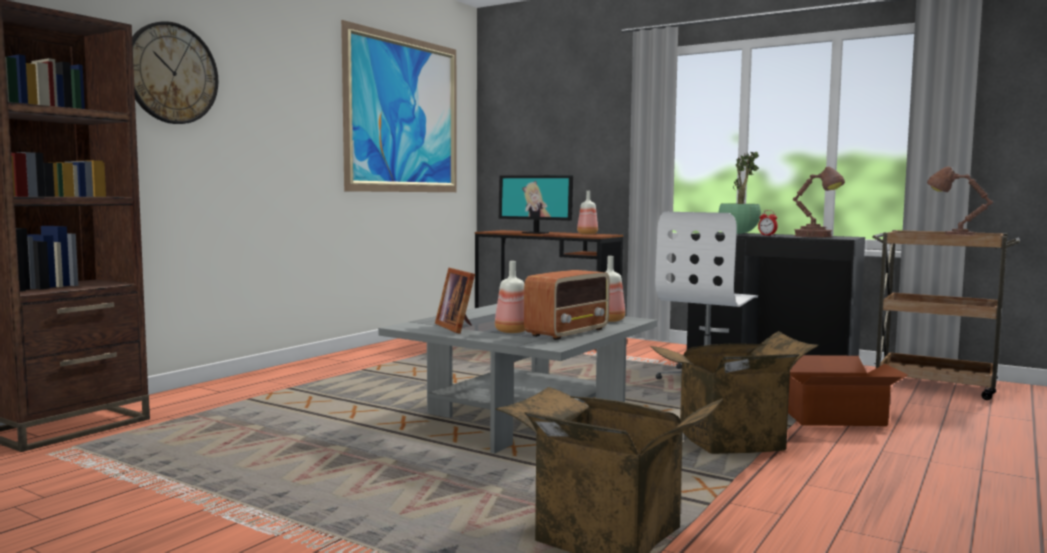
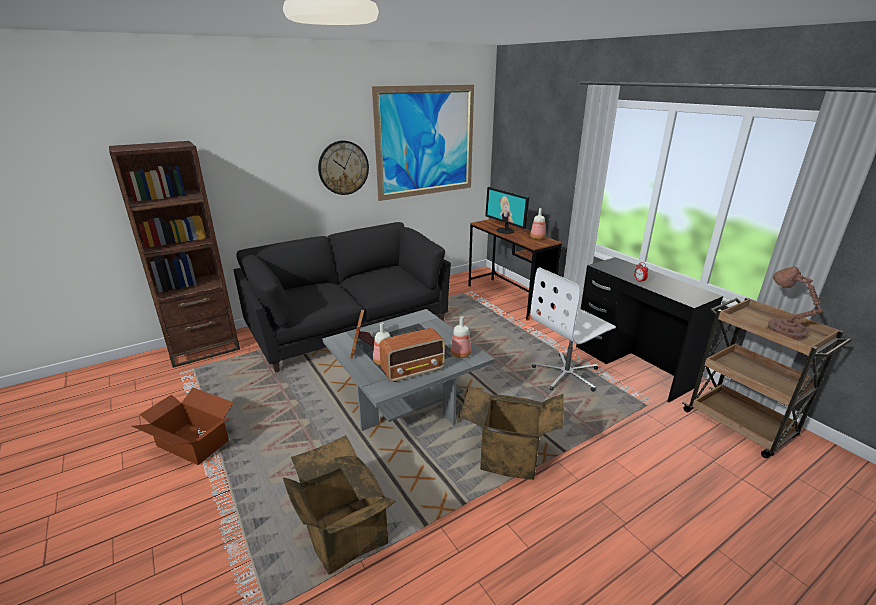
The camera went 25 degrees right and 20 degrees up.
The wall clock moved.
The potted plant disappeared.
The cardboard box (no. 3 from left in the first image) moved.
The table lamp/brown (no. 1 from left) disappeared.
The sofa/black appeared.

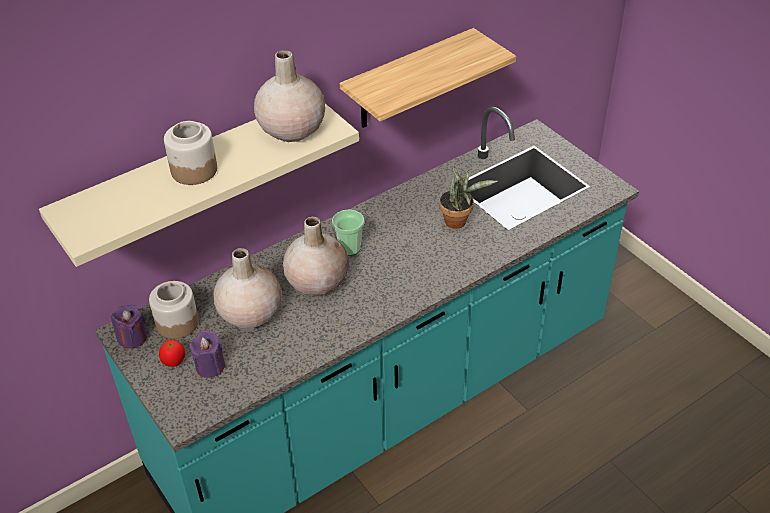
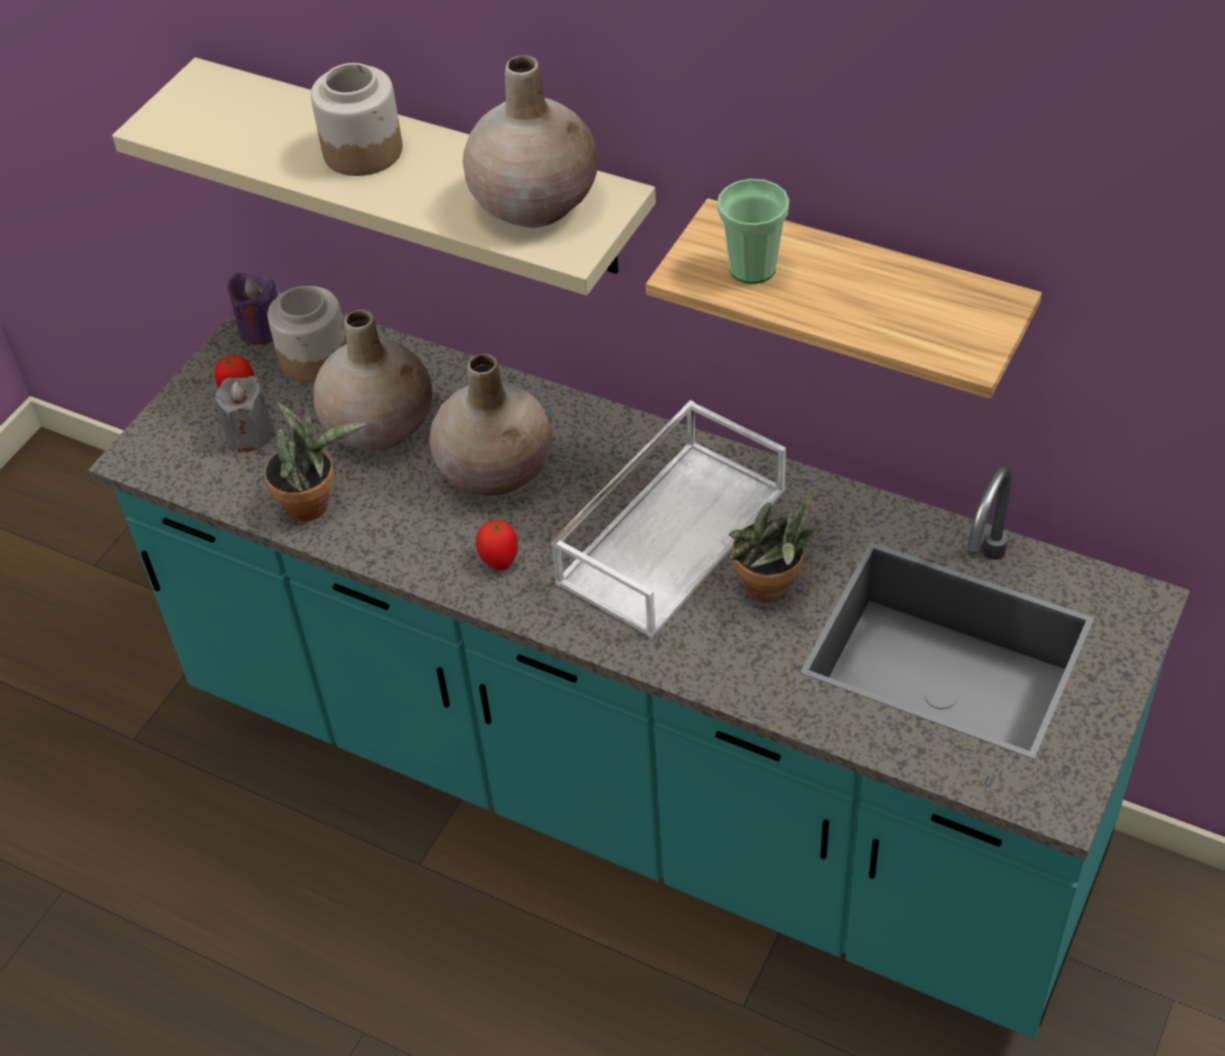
The camera went 65 degrees right and 5 degrees up.
The candle/purple (no. 2 from left) became the candle/grey.
The cup moved.
The potted plant (no. 1 from left) appeared.
The tomato (no. 2 from left) appeared.
The tray/white appeared.

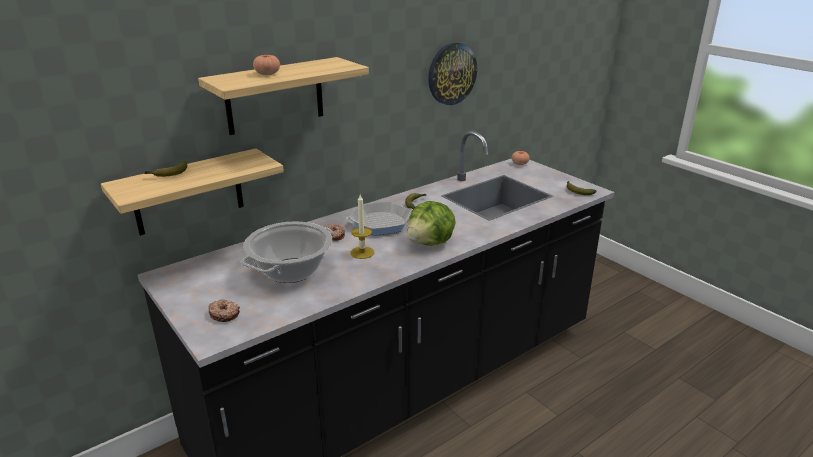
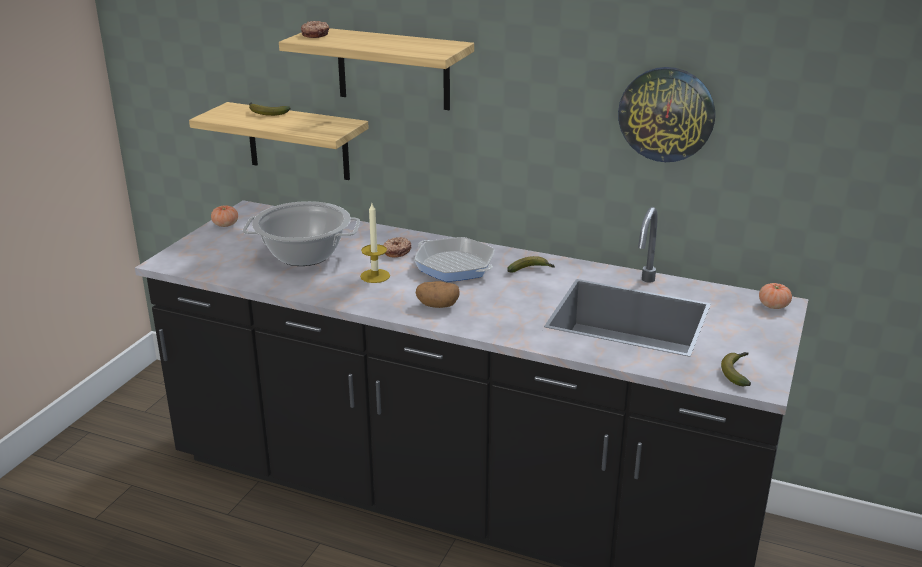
The camera went 60 degrees right and 0 degrees up.
The donut (no. 1 from left) moved.
The tomato (no. 1 from left) moved.
The lettuce was replaced by the potato.

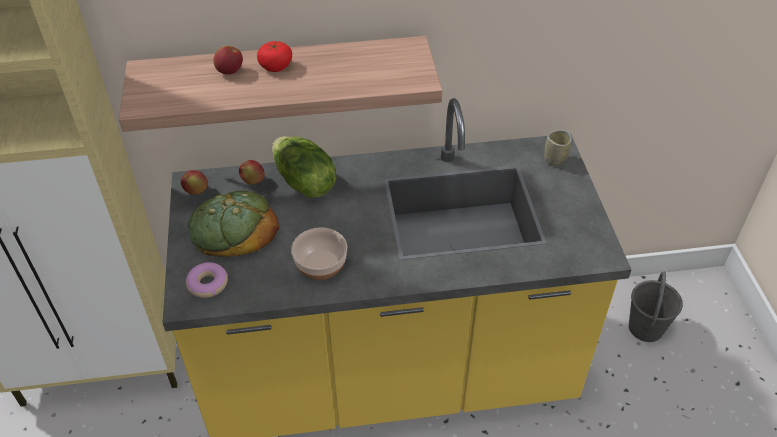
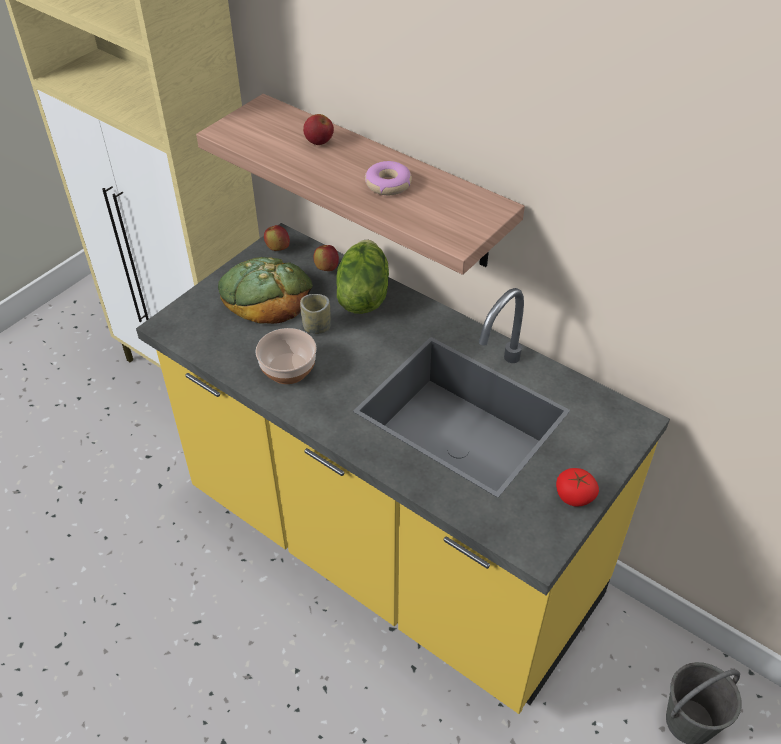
The camera went 45 degrees right and 0 degrees up.
The donut moved.
The tomato moved.
The cup moved.

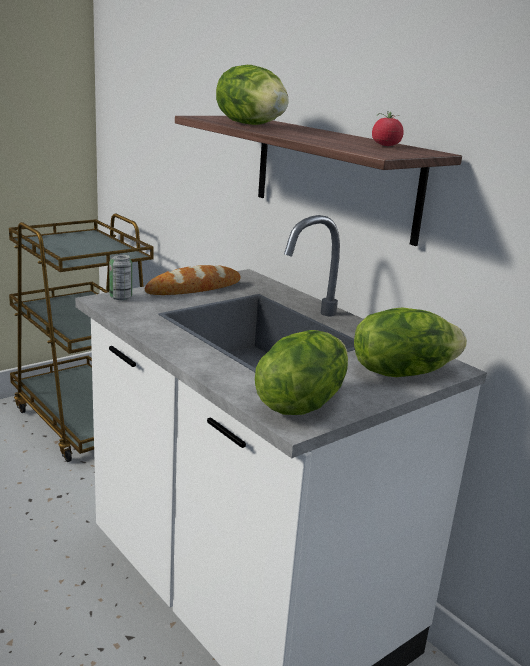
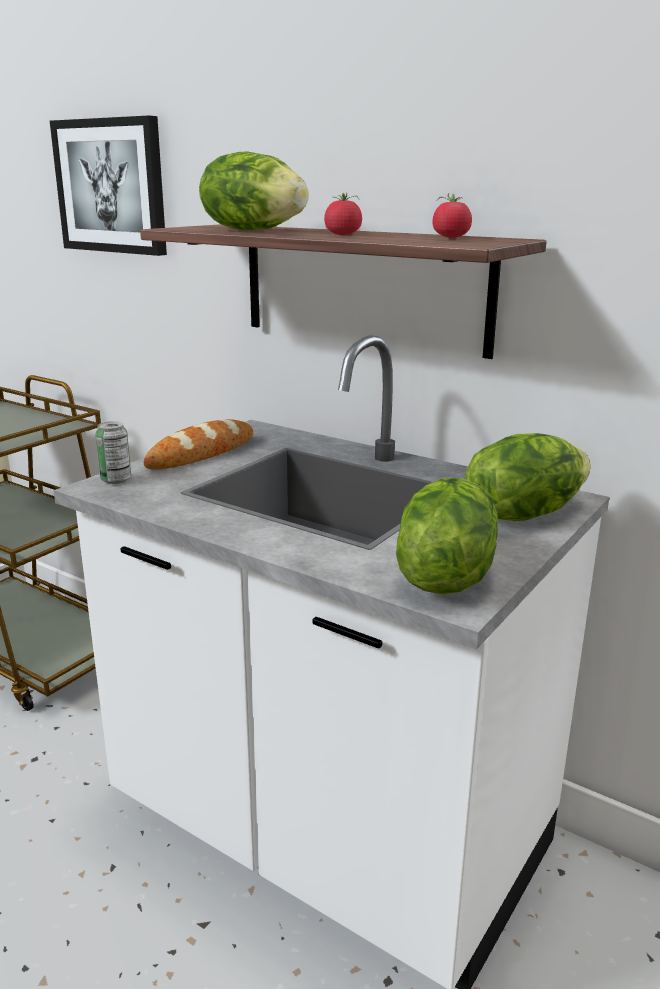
The camera went 15 degrees left and 0 degrees up.
The picture appeared.
The tomato (no. 1 from left) appeared.

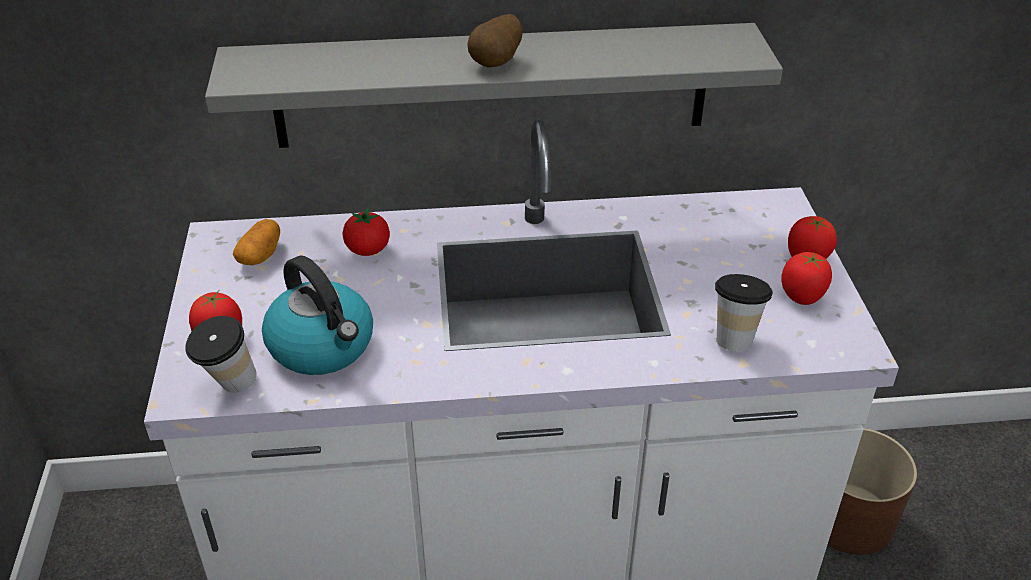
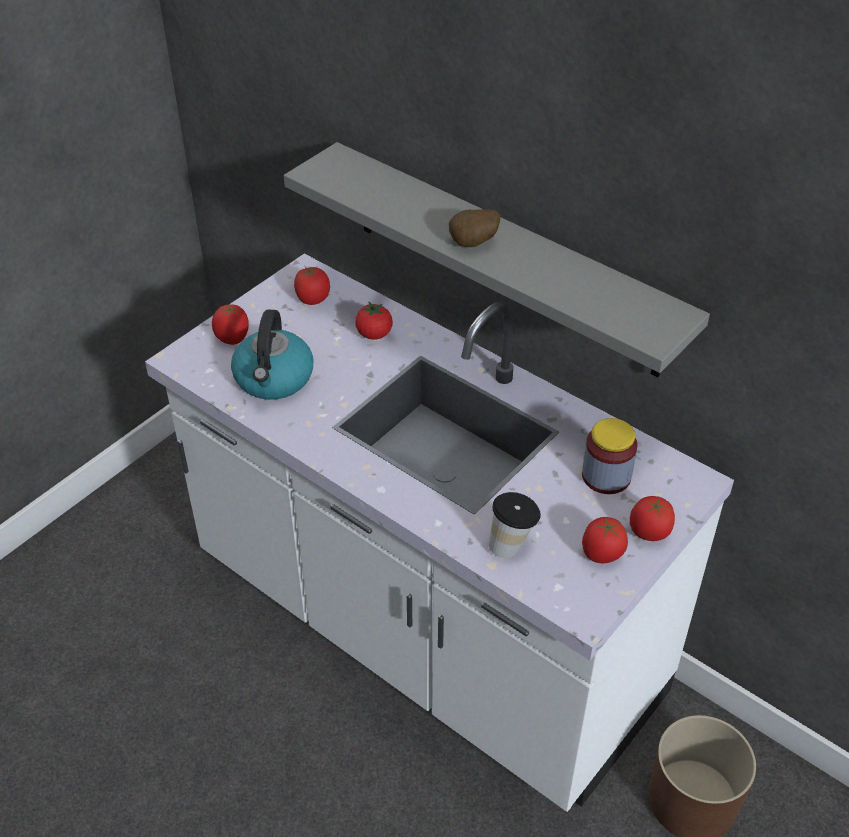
The camera went 45 degrees right and 5 degrees up.
The cup (no. 1 from left) disappeared.
The potato (no. 1 from left) was replaced by the tomato (no. 2 from left).
The jar appeared.

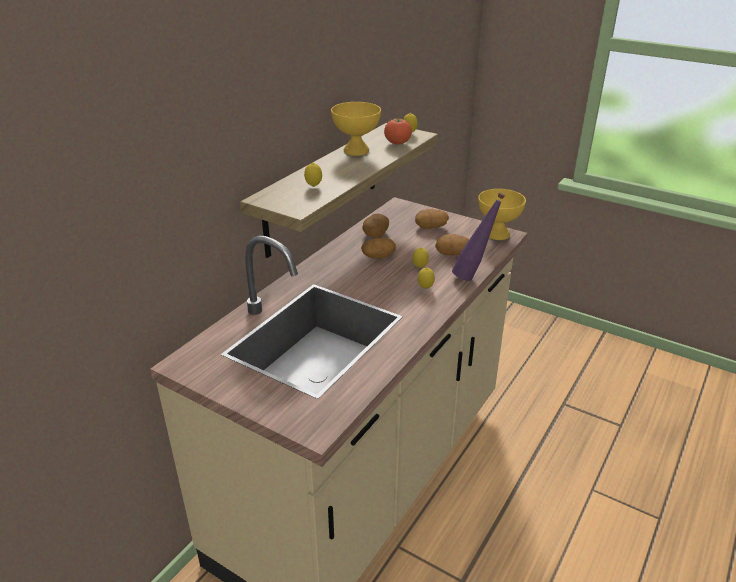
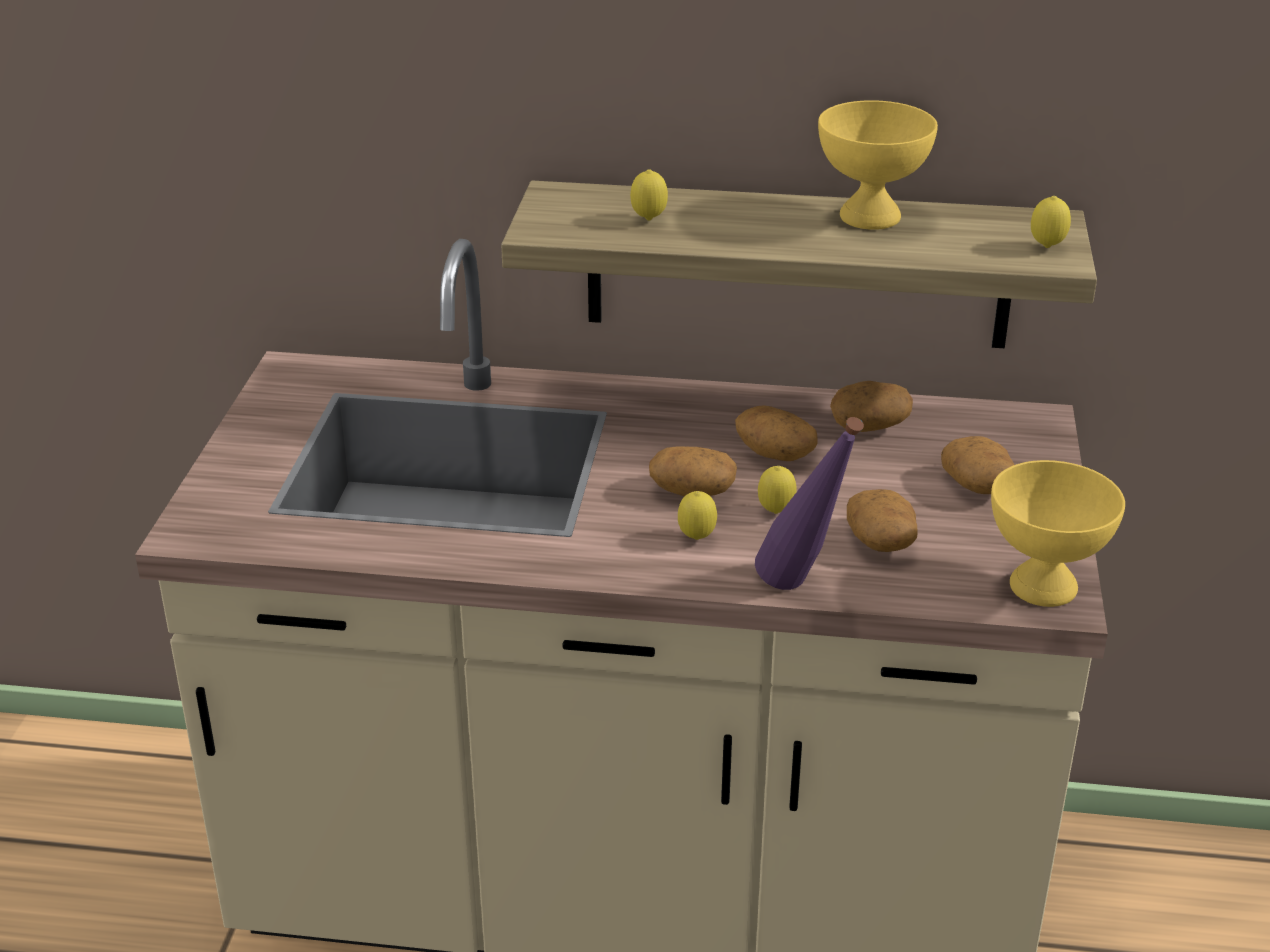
The camera went 65 degrees right and 0 degrees up.
The tomato disappeared.
The potato (no. 1 from left) appeared.

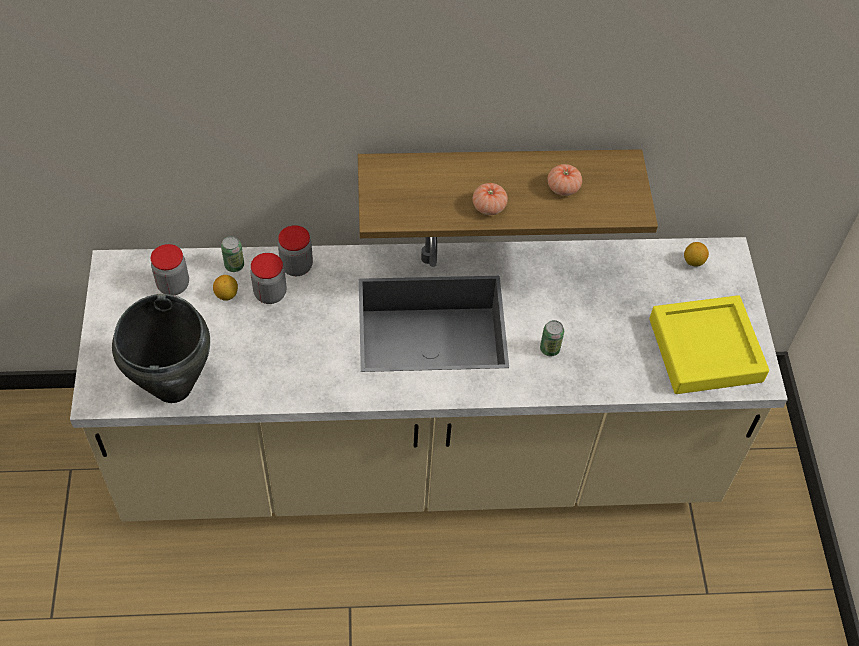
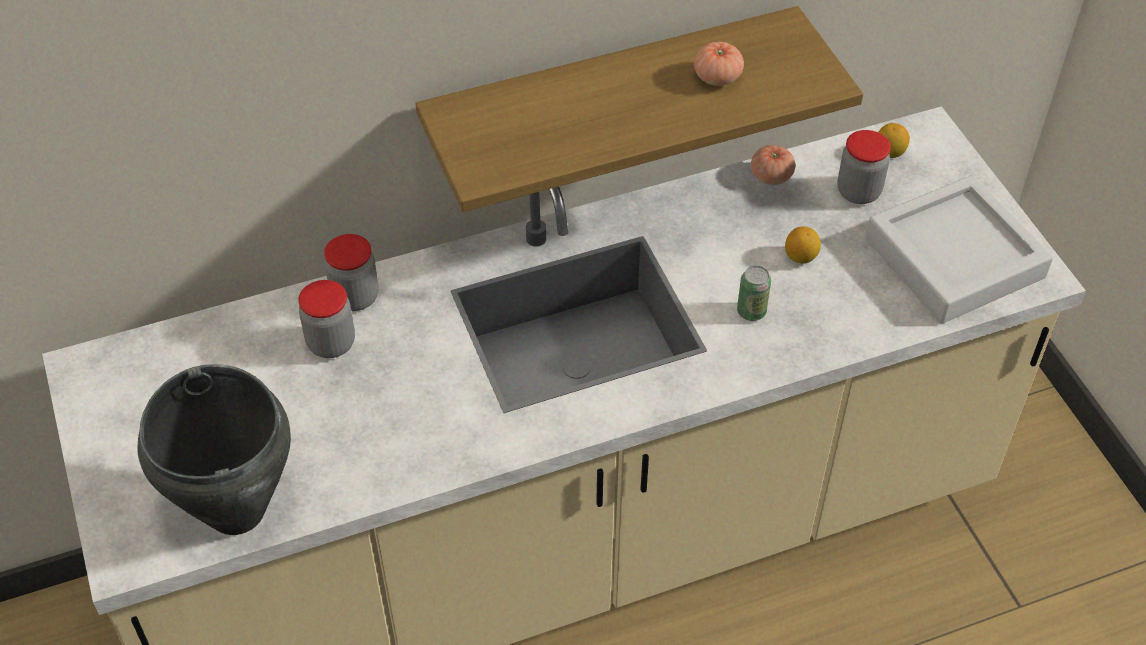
The camera went 15 degrees left and 5 degrees down.
The jar (no. 1 from left in the first image) moved.
The lemon (no. 1 from left) moved.
The can (no. 1 from left) disappeared.
The tomato (no. 1 from left in the first image) moved.
The tray/yellow became the tray/grey.

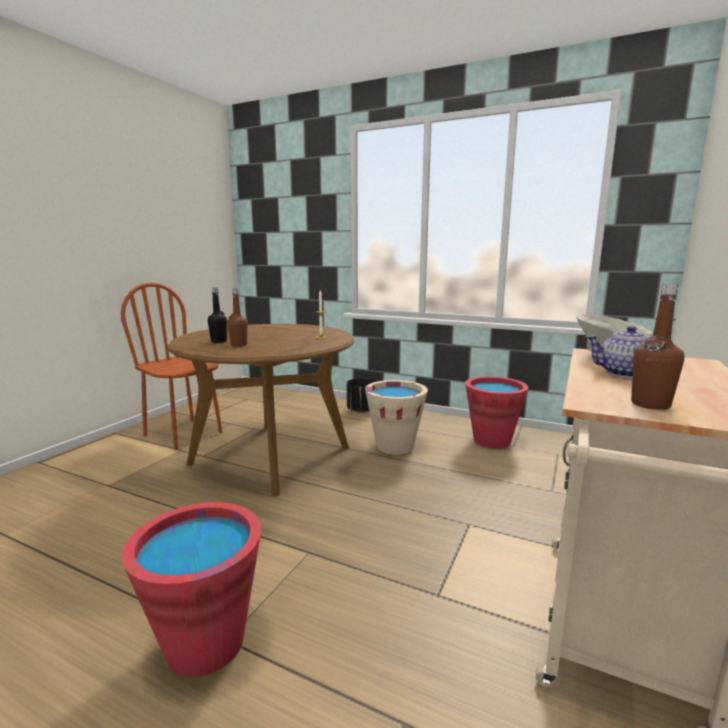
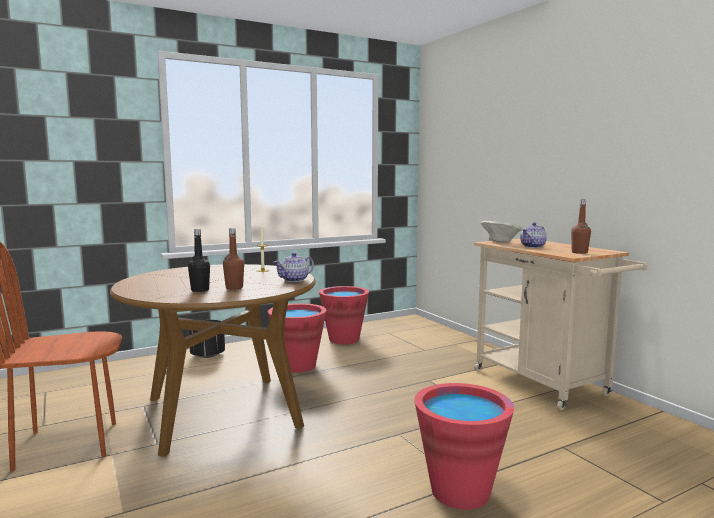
The camera went 55 degrees left and 5 degrees down.
The bucket/beige became the bucket/red (no. 1 from left).
The teapot (no. 1 from left) appeared.

